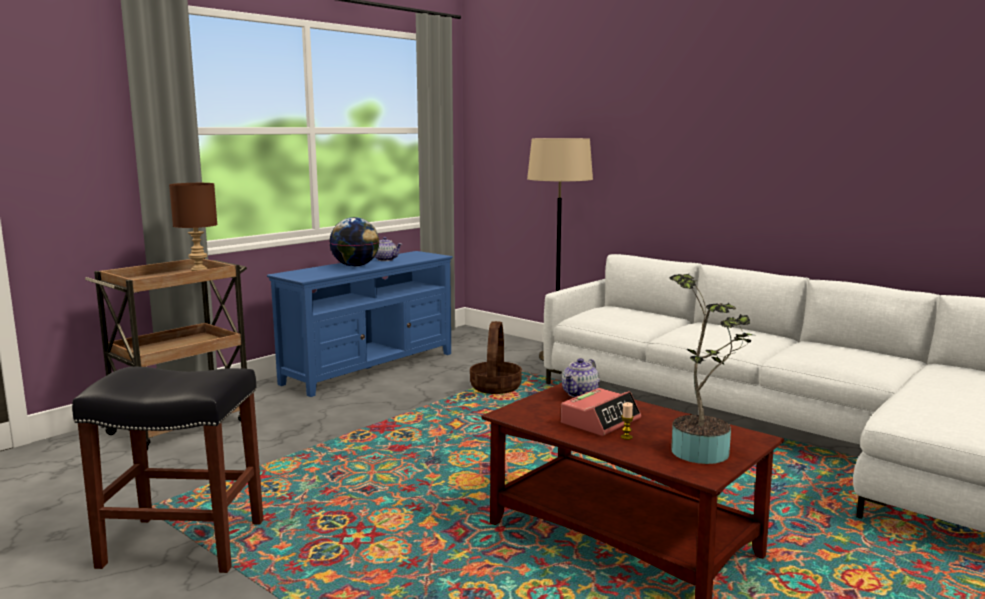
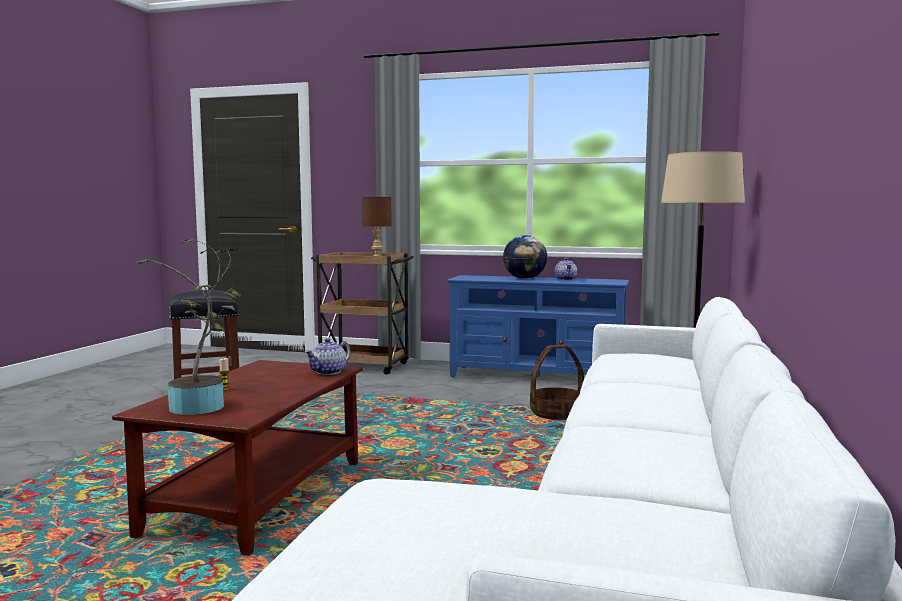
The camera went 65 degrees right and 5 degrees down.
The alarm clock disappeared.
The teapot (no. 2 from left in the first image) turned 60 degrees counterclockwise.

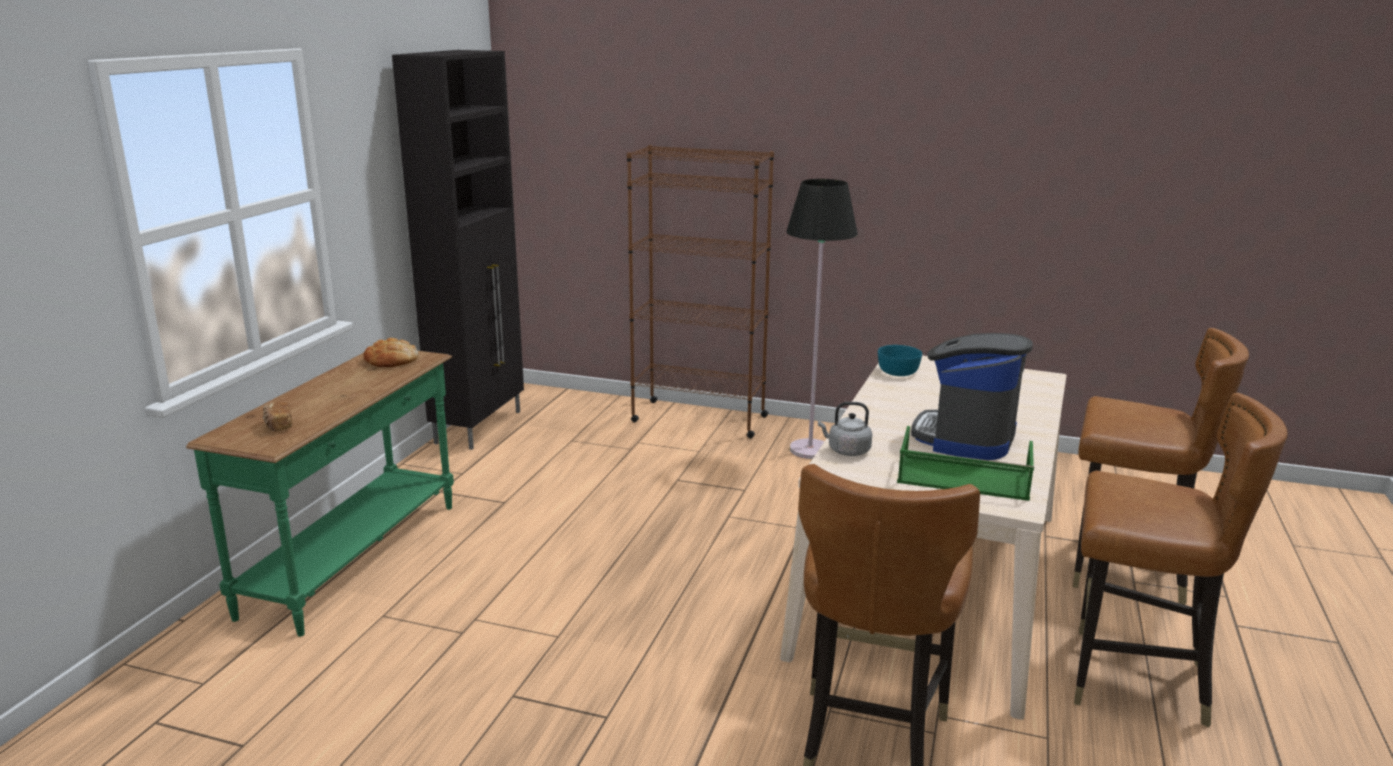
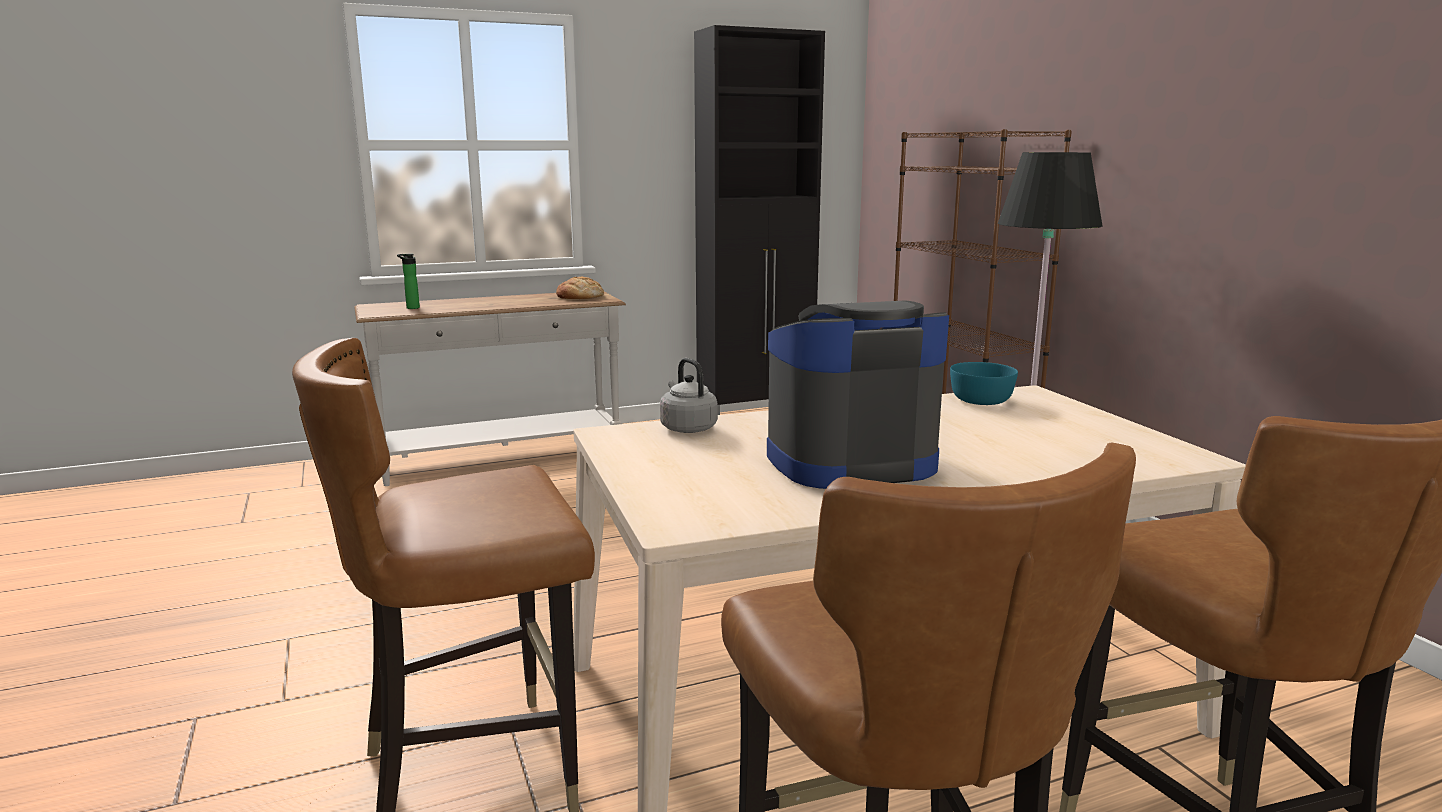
The camera went 50 degrees right and 5 degrees down.
The console table/green became the console table/white.
The bread (no. 1 from left) was replaced by the bottle.
The tray/green disappeared.

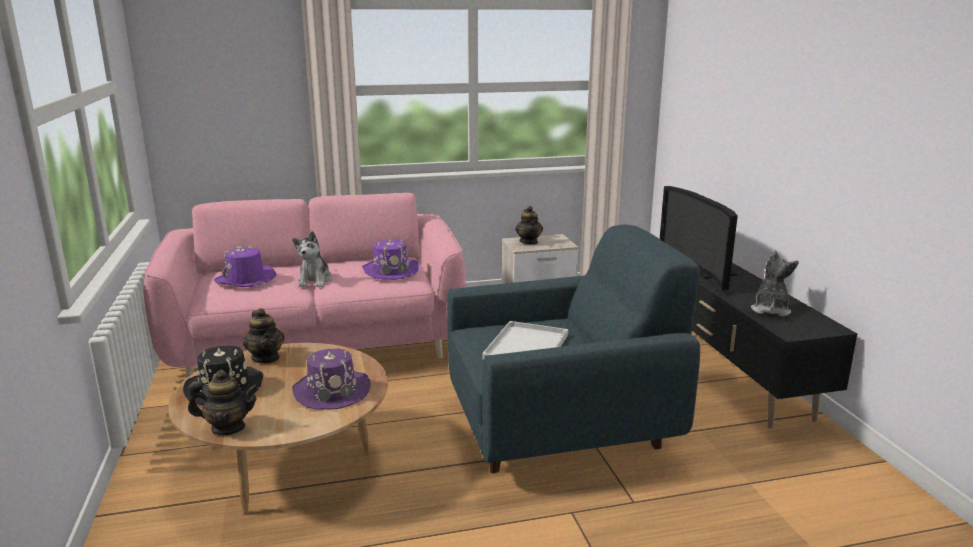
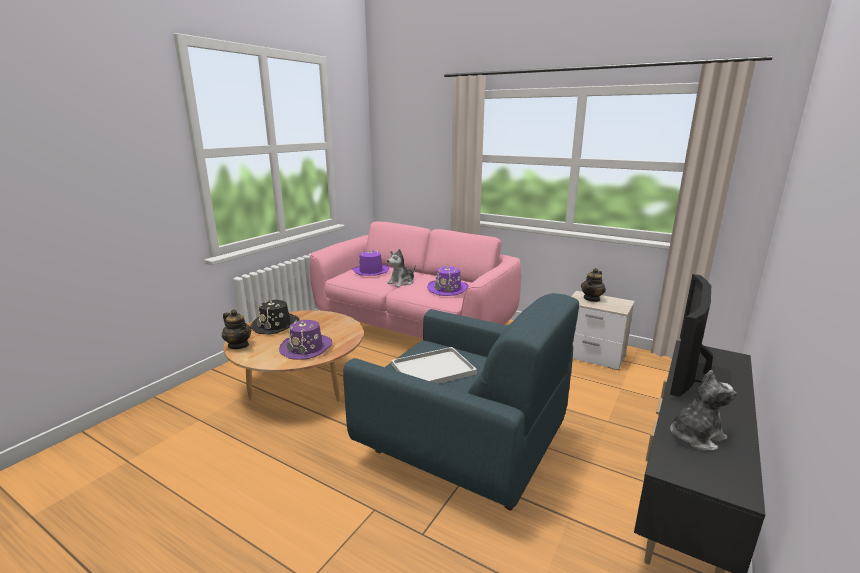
The camera went 45 degrees right and 0 degrees up.
The teapot (no. 2 from left) disappeared.

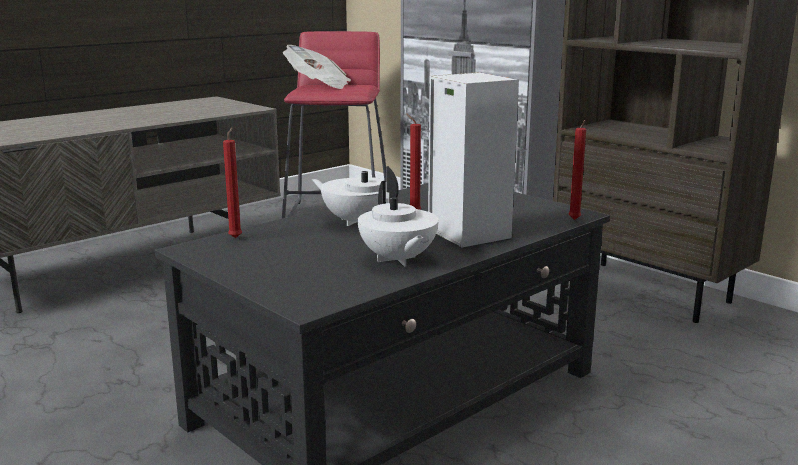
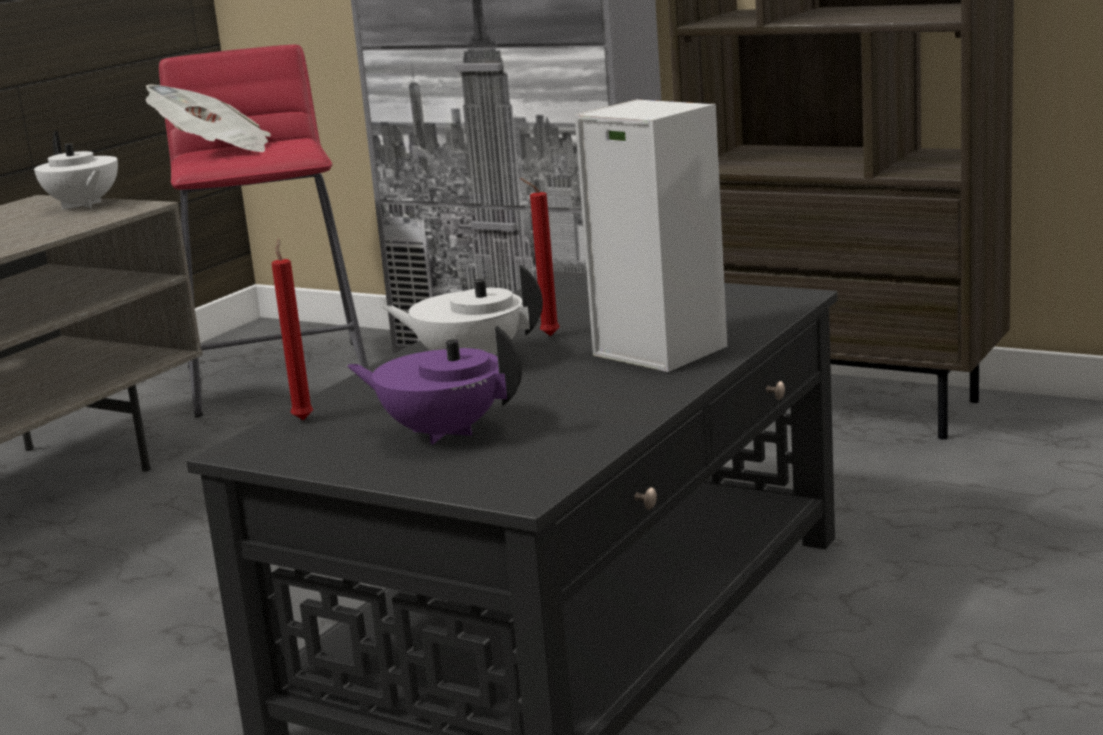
The camera went 15 degrees left and 0 degrees up.
The teapot/white (no. 2 from left in the first image) moved.
The candle/red (no. 3 from left) disappeared.
The teapot/purple appeared.

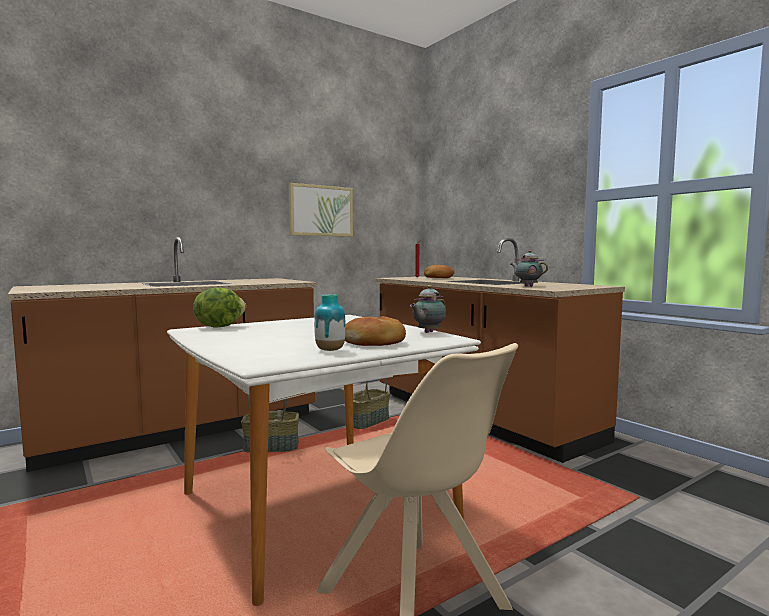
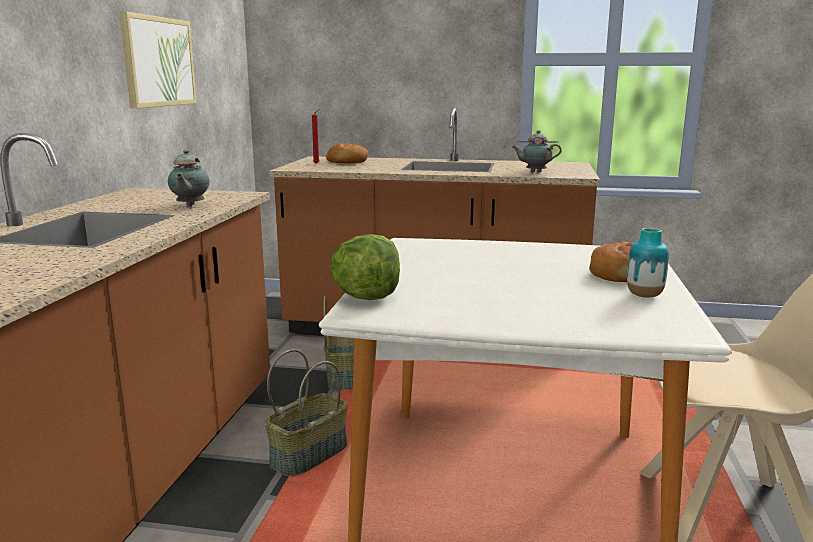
The camera went 45 degrees left and 10 degrees up.
The teapot (no. 1 from left) moved.

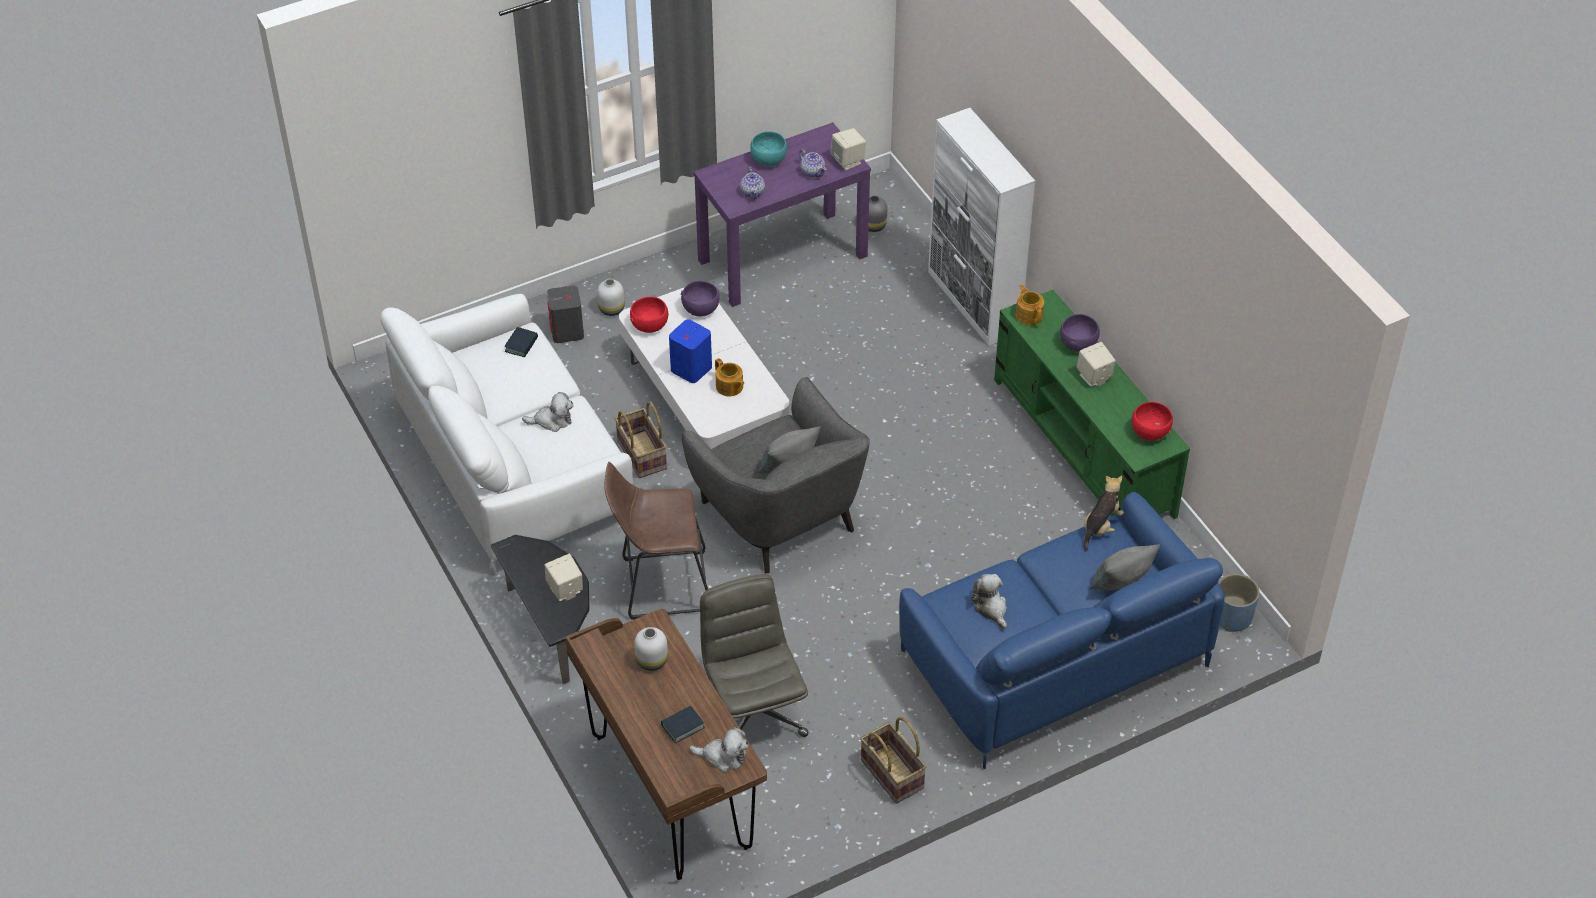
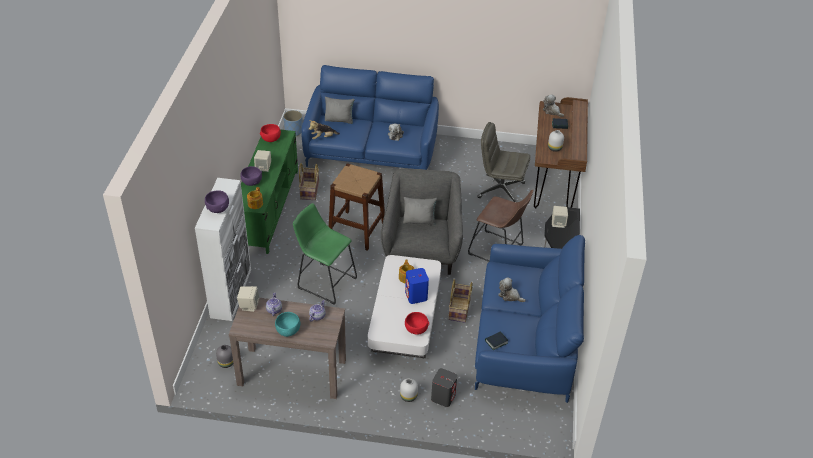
The camera went 145 degrees left and 5 degrees down.
The sofa/white became the sofa/blue (no. 2 from left).
The bowl/purple (no. 1 from left) moved.
The console table/purple became the console table/brown.
The office chair/grey turned 90 degrees clockwise.
The basket (no. 2 from left in the first image) moved.
The stool/green appeared.
The stool/brown (no. 1 from left) appeared.

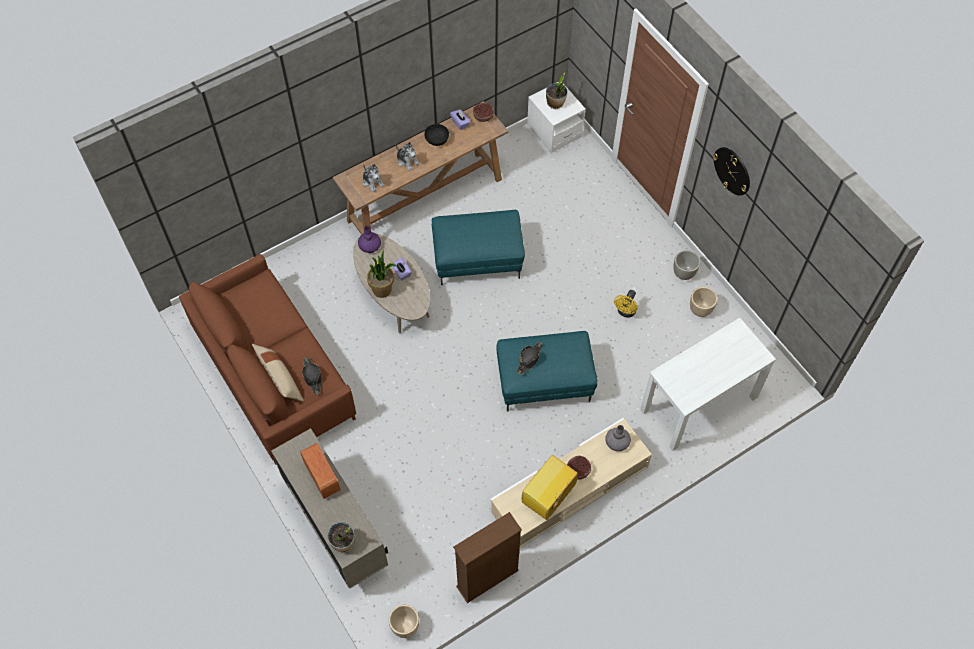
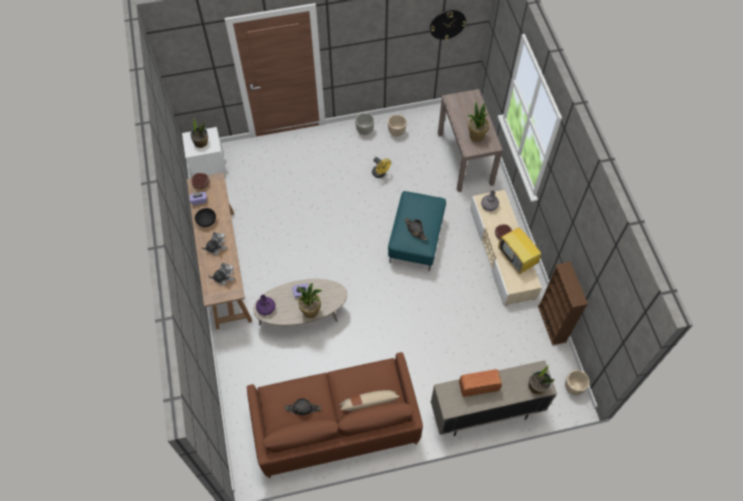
The camera went 70 degrees left and 0 degrees up.
The hat/black (no. 1 from left) moved.
The ottoman/turquoise (no. 1 from left) disappeared.
The console table/white became the console table/brown (no. 2 from left).
The wall clock moved.
The potted plant (no. 3 from left) appeared.

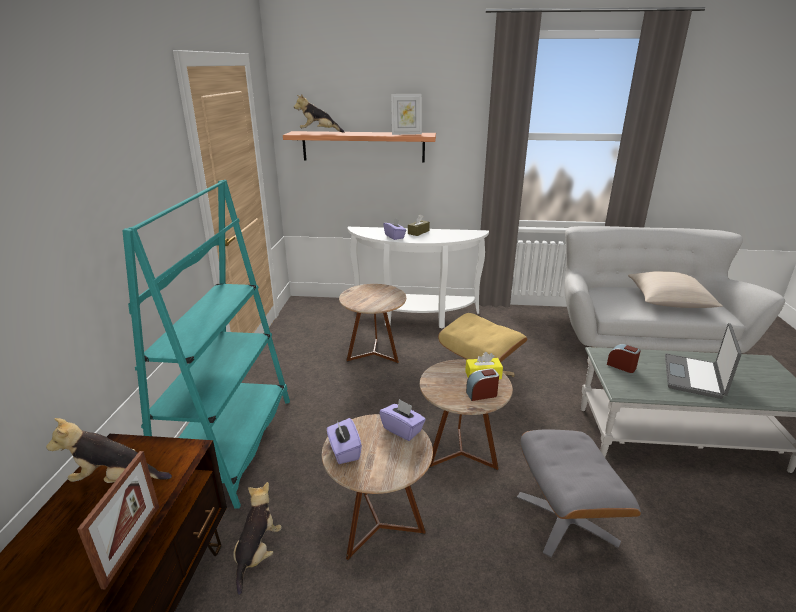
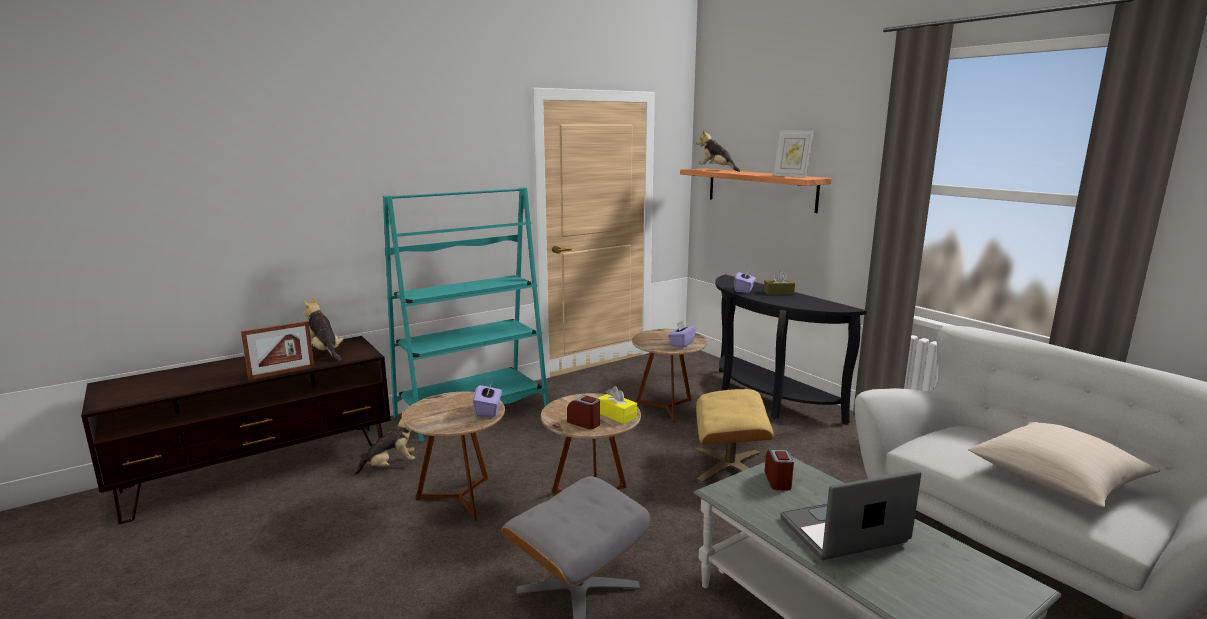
The camera went 50 degrees right and 10 degrees down.
The tissue box/purple (no. 1 from left in the first image) moved.
The console table/white became the console table/black.

